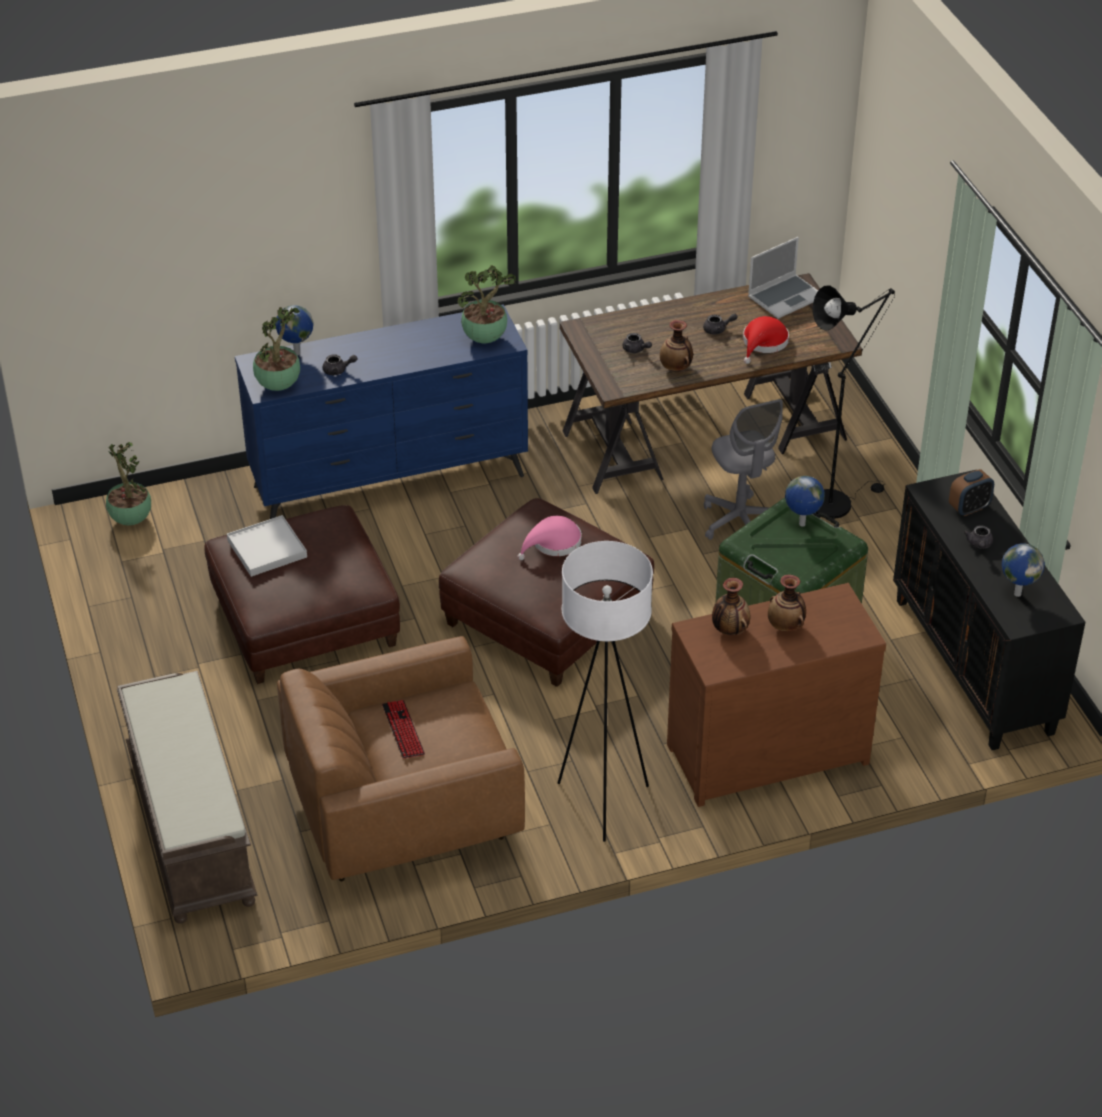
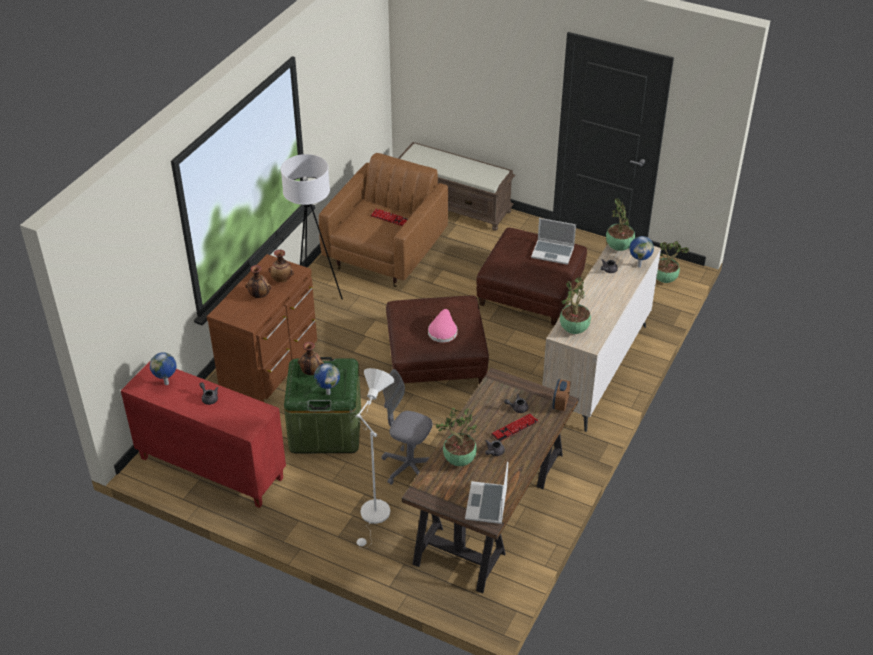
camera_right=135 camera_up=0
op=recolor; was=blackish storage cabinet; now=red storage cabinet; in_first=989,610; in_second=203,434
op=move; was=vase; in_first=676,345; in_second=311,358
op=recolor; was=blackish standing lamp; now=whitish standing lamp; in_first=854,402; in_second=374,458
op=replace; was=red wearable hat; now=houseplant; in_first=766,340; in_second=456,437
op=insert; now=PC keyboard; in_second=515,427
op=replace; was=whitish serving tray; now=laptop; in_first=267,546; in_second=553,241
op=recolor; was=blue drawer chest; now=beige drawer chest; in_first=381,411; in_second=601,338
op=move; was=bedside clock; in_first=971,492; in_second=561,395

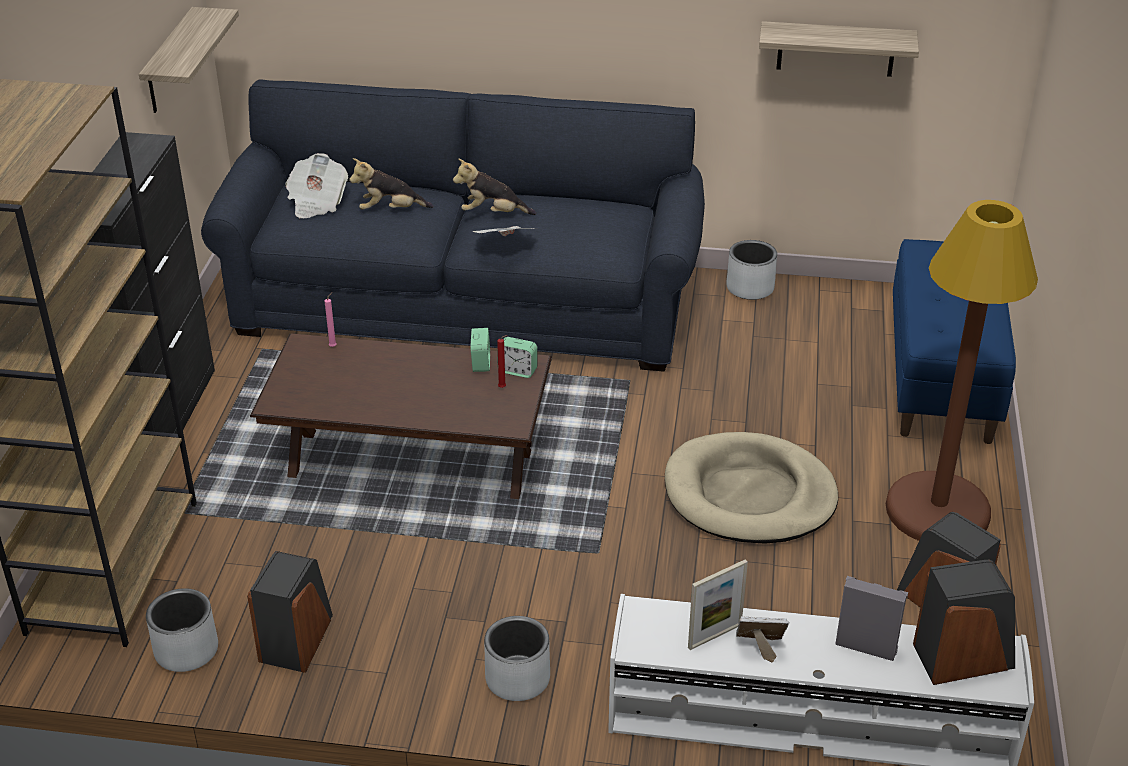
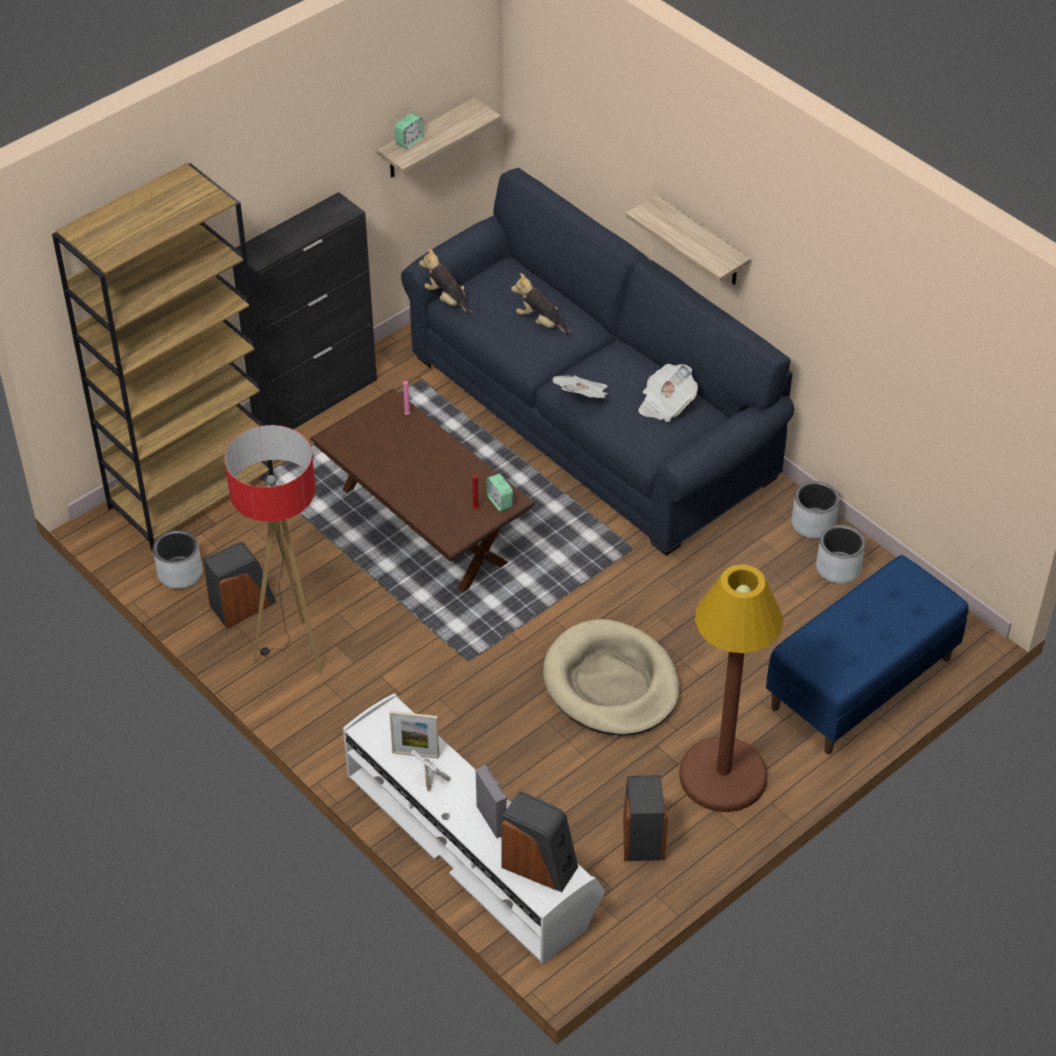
camera_right=40 camera_up=10
op=insert; now=standing lamp; in_second=273,549
op=move; was=bedside clock; in_first=480,350; in_second=409,131
op=move; was=cuddly toy; in_first=494,186; in_second=447,282
op=move; was=bracket shelf; in_first=839,49; in_second=688,240
op=move; was=newspaper; in_first=316,185; in_second=668,393
op=move; was=grey plant pot; in_first=517,658; in_second=840,554

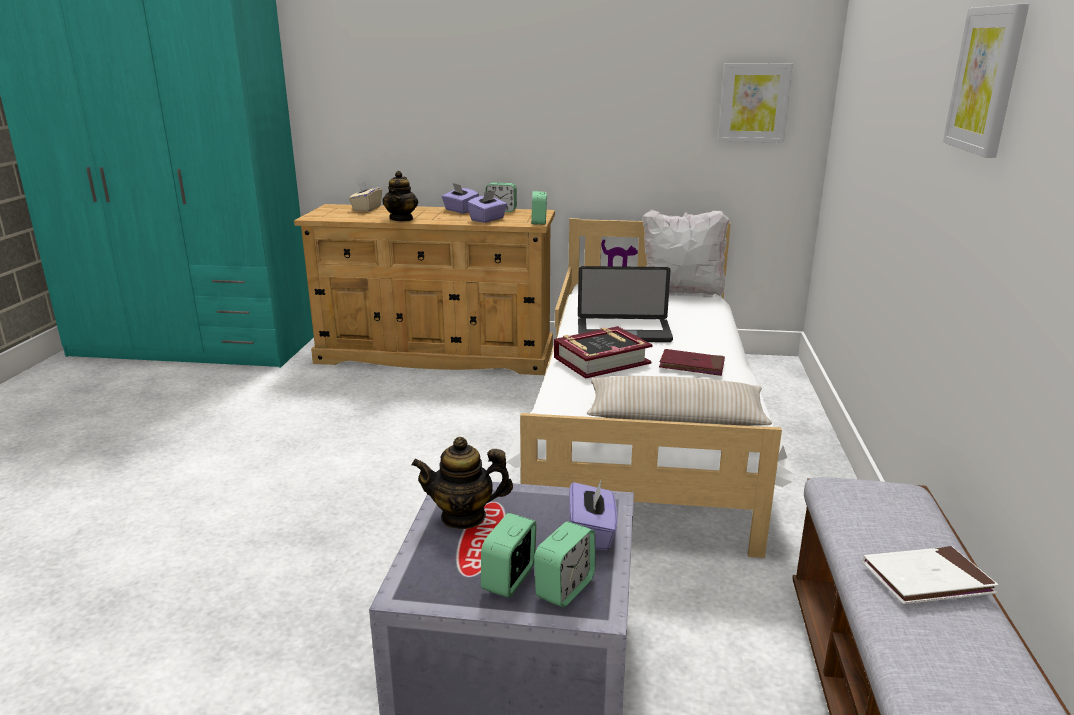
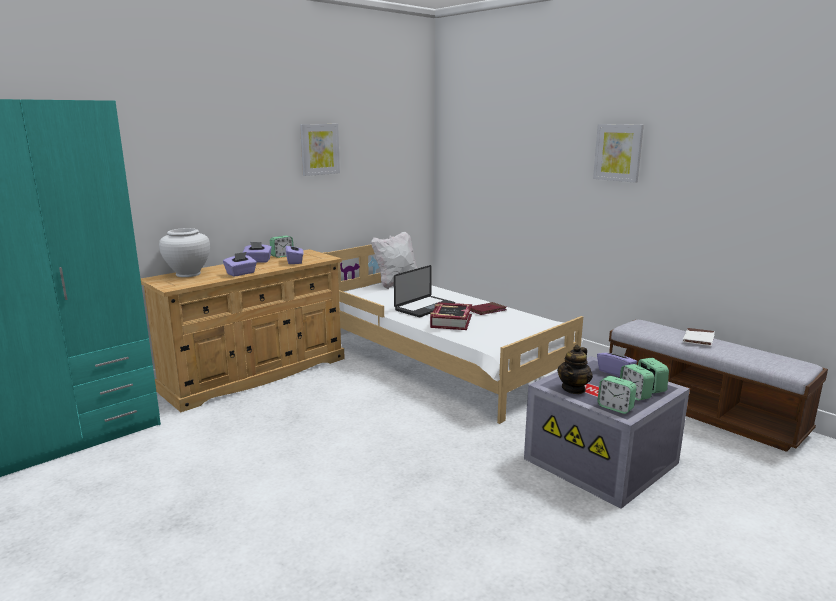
camera_right=-50 camera_up=-5
op=replace; was=beige tissue box; now=whitish vase; in_first=365,196; in_second=184,252
op=replace; was=teapot; now=purple tissue box; in_first=400,196; in_second=240,264
op=move; was=picture; in_first=755,102; in_second=320,150
op=move; was=bedside clock; in_first=539,208; in_second=617,395
op=delete; was=beige cushion; in_first=679,401

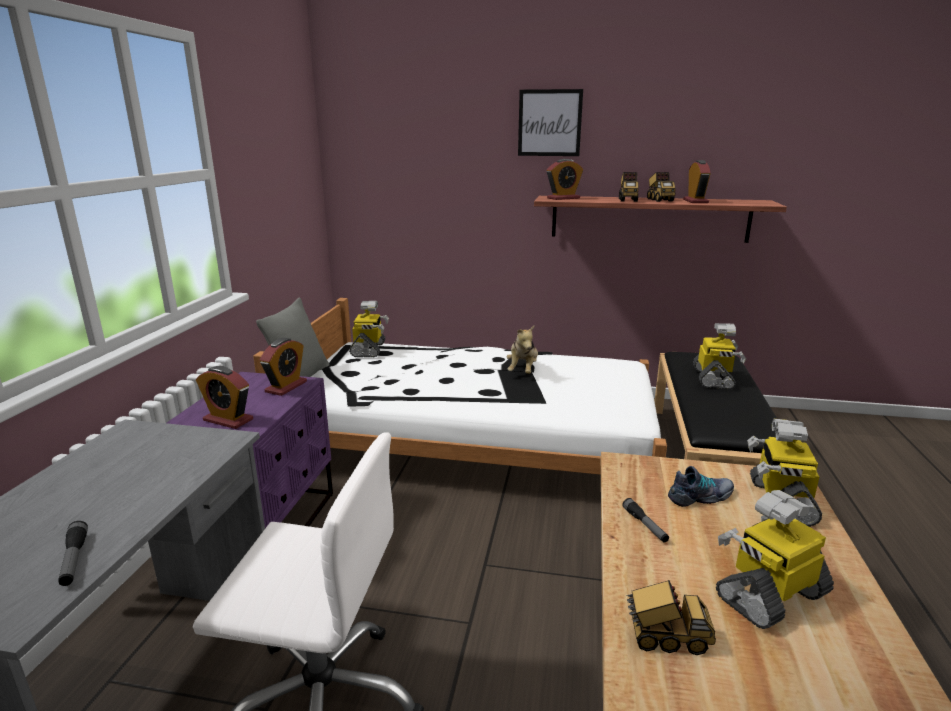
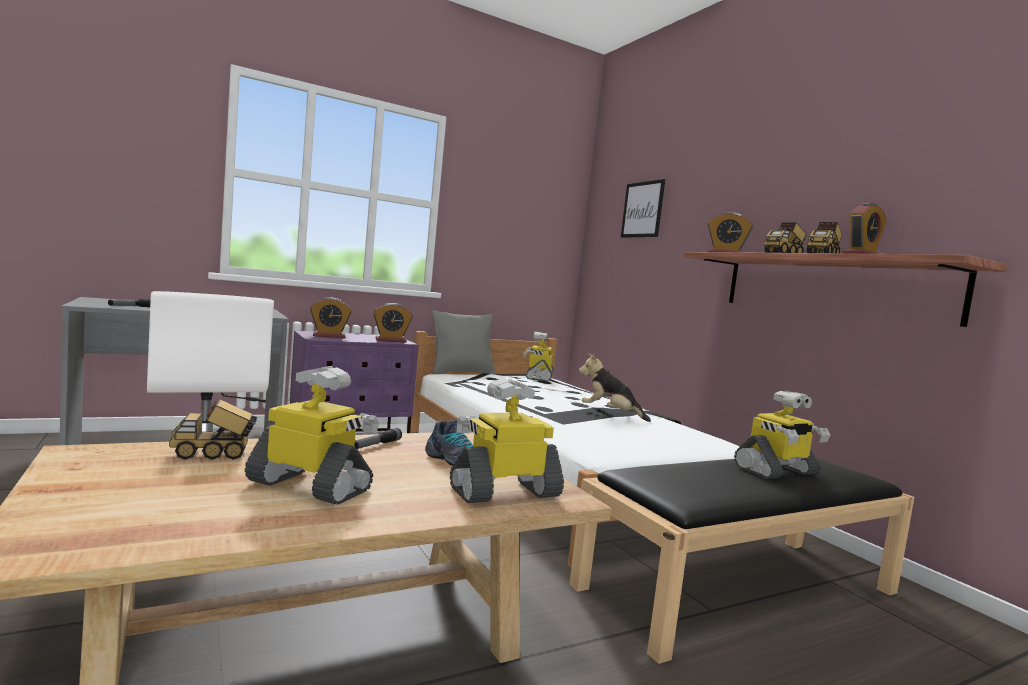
camera_right=50 camera_up=-15
op=rotate; was=model truck; in_first=671,617; in_second=213,429; clockwise=105
op=rotate; was=bedside clock; in_first=224,397; in_second=331,317; clockwise=-90
op=rotate; was=robot figure; in_first=369,329; in_second=538,356; clockwise=135
op=rotate; was=cuddly toy; in_first=522,350; in_second=615,387; clockwise=60
op=move; was=picture; in_first=550,122; in_second=643,208

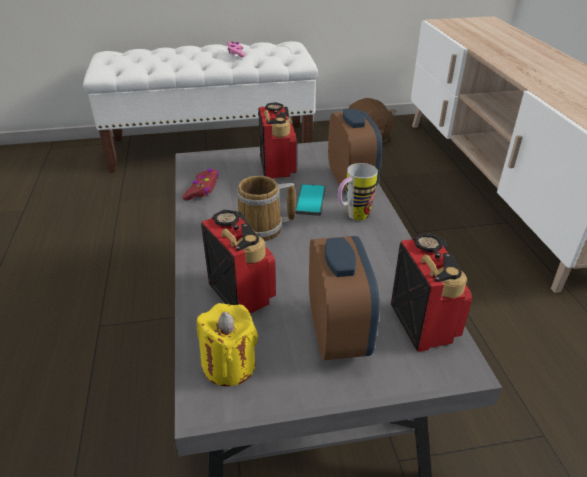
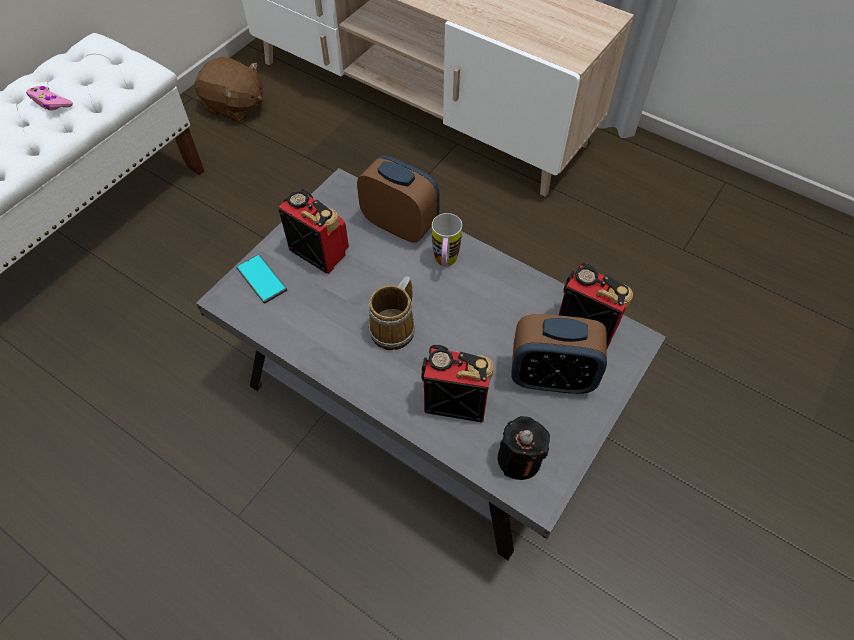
camera_right=-45 camera_up=20
op=move; was=phone; in_first=310,200; in_second=261,279
op=recolor; was=yellow-coloured wax candle; now=blackish wax candle; in_first=227,344; in_second=524,448
op=rotate; was=bedside clock; in_first=344,298; in_second=559,354; clockwise=150
op=delete; was=red game controller; in_first=200,185

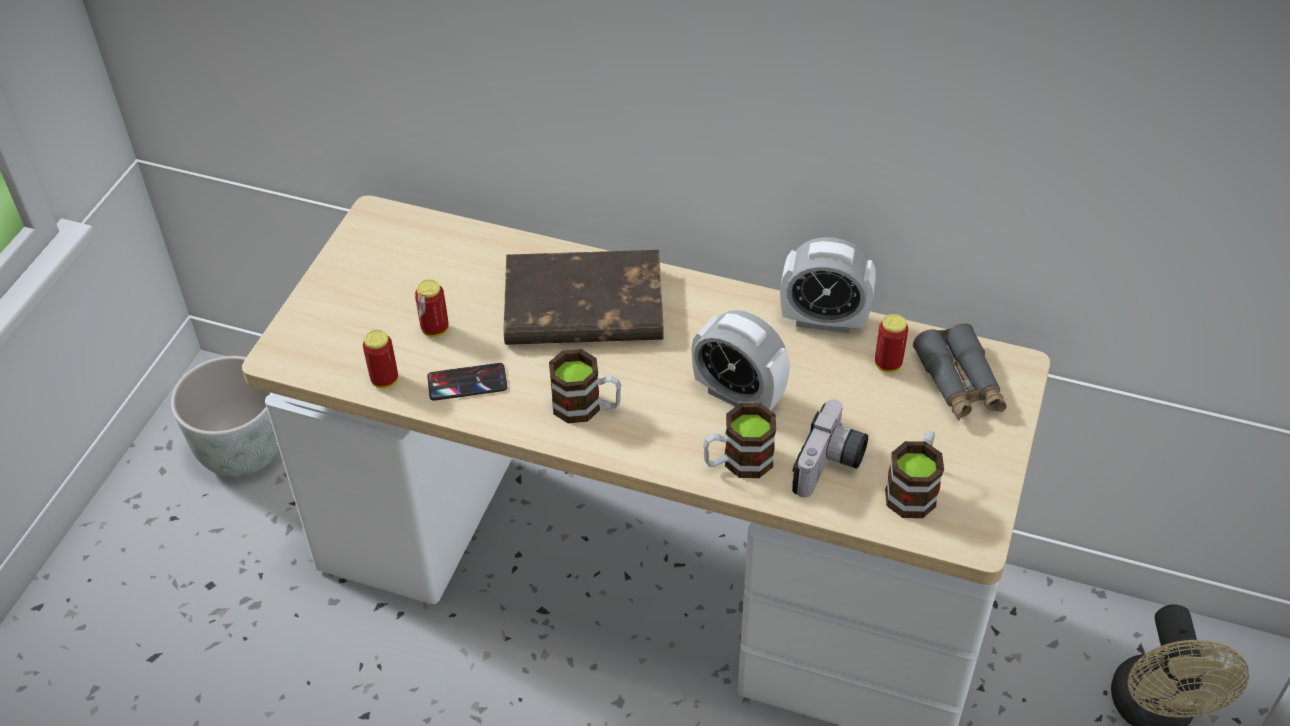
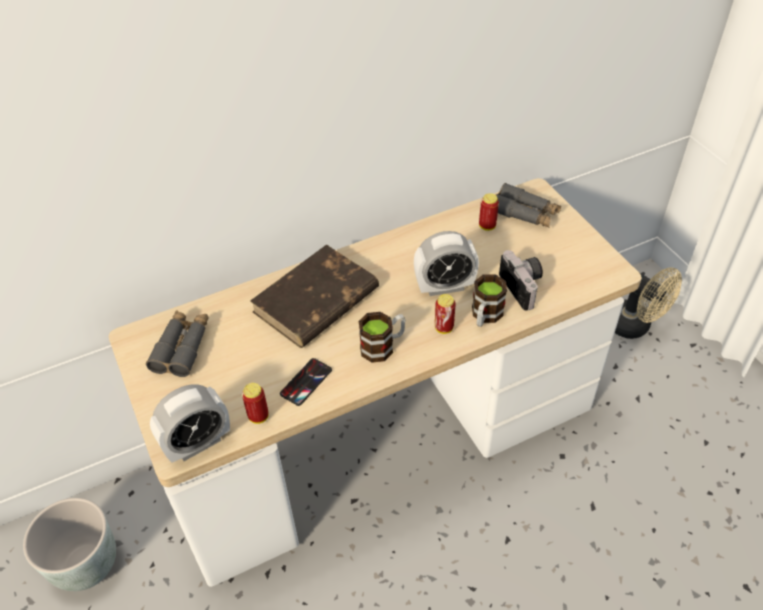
camera_right=-45 camera_up=0
op=insert; now=grey binoculars; in_second=177,343
op=move; was=bedside clock; in_first=828,285; in_second=190,423
op=move; was=can; in_first=432,308; in_second=445,314
op=delete; was=mug; in_first=914,474

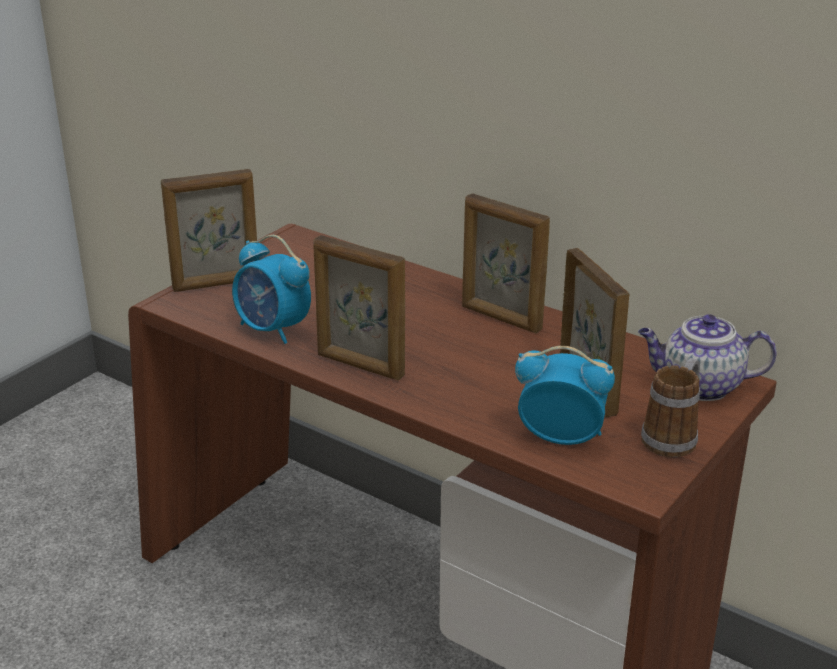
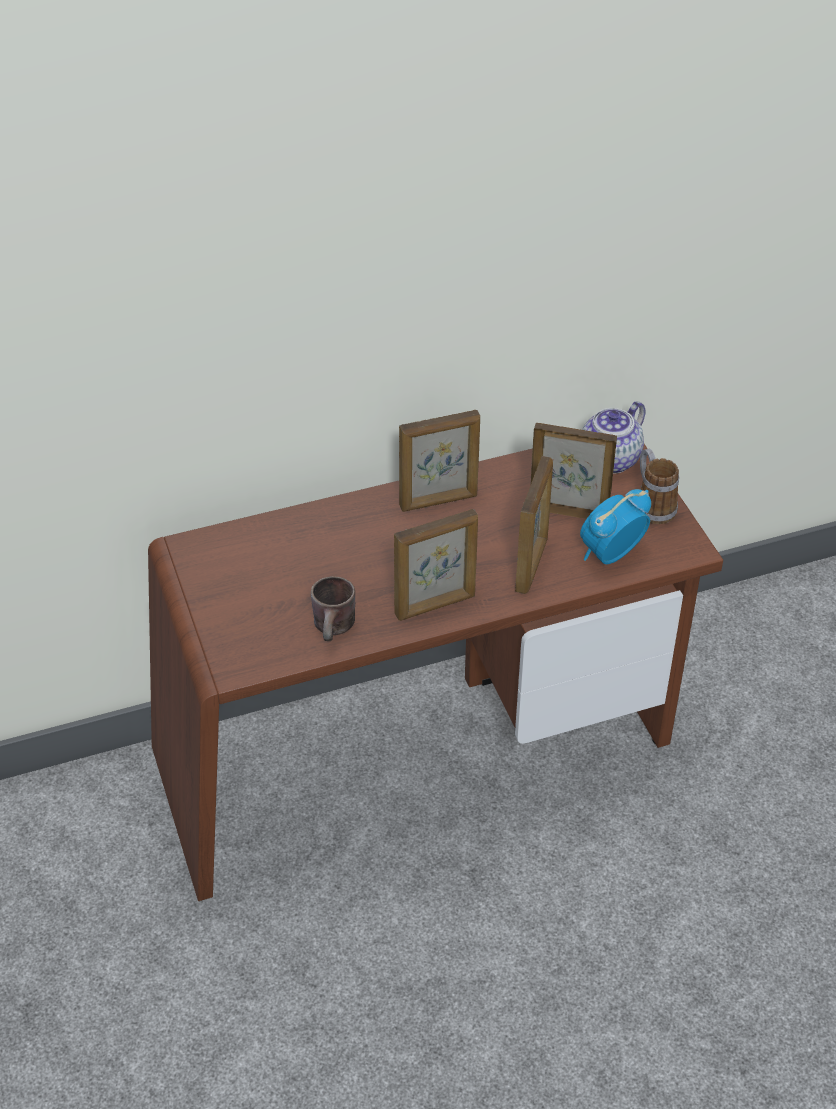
camera_right=-55 camera_up=15
op=replace; was=bedside clock; now=brownish mug; in_first=271,289; in_second=333,609
op=move; was=standing frame; in_first=209,230; in_second=534,525

